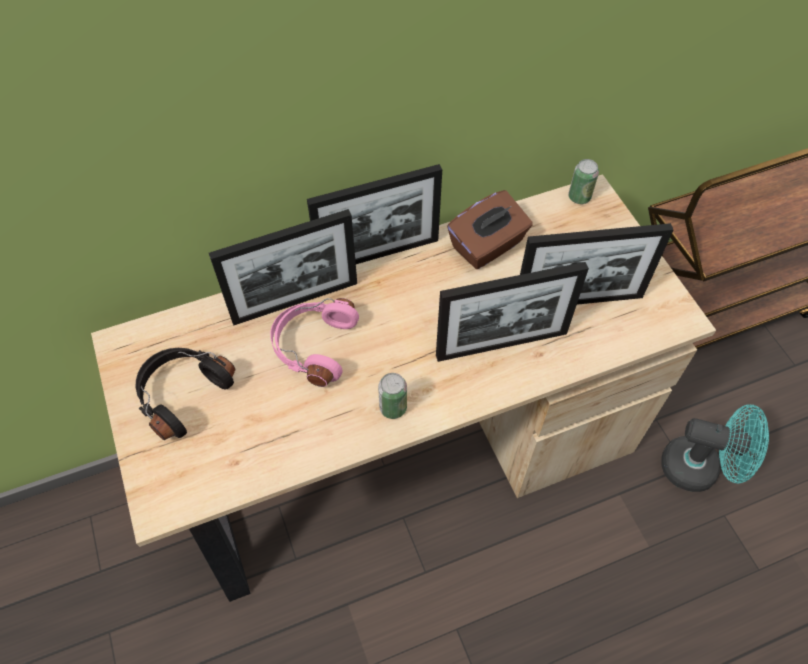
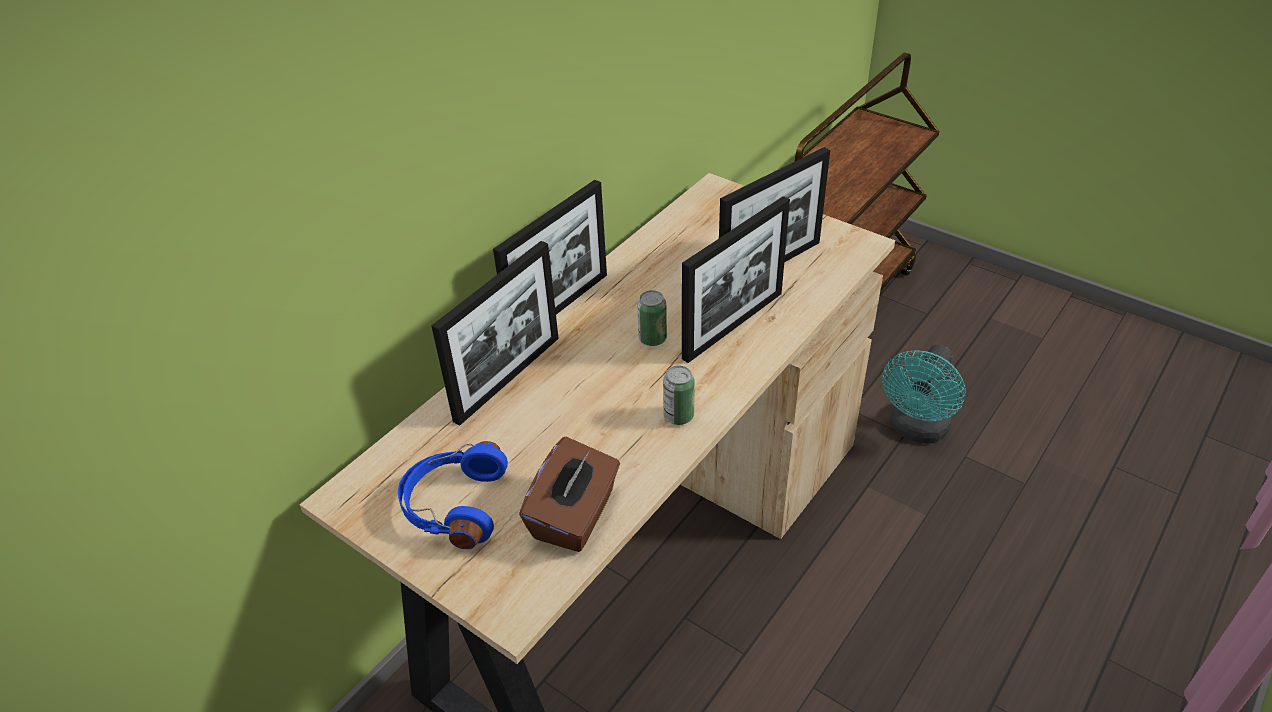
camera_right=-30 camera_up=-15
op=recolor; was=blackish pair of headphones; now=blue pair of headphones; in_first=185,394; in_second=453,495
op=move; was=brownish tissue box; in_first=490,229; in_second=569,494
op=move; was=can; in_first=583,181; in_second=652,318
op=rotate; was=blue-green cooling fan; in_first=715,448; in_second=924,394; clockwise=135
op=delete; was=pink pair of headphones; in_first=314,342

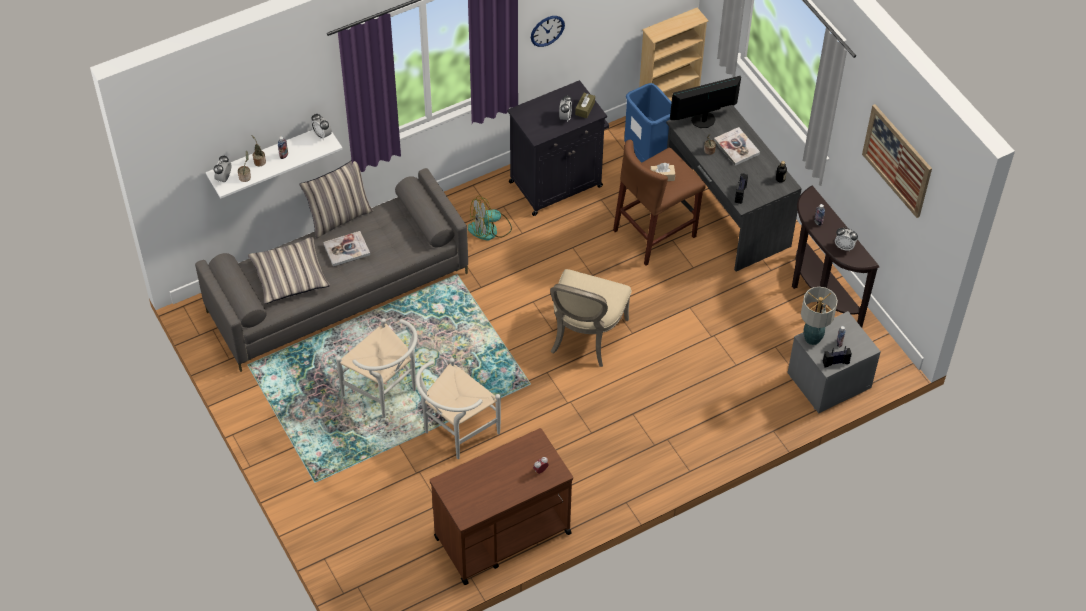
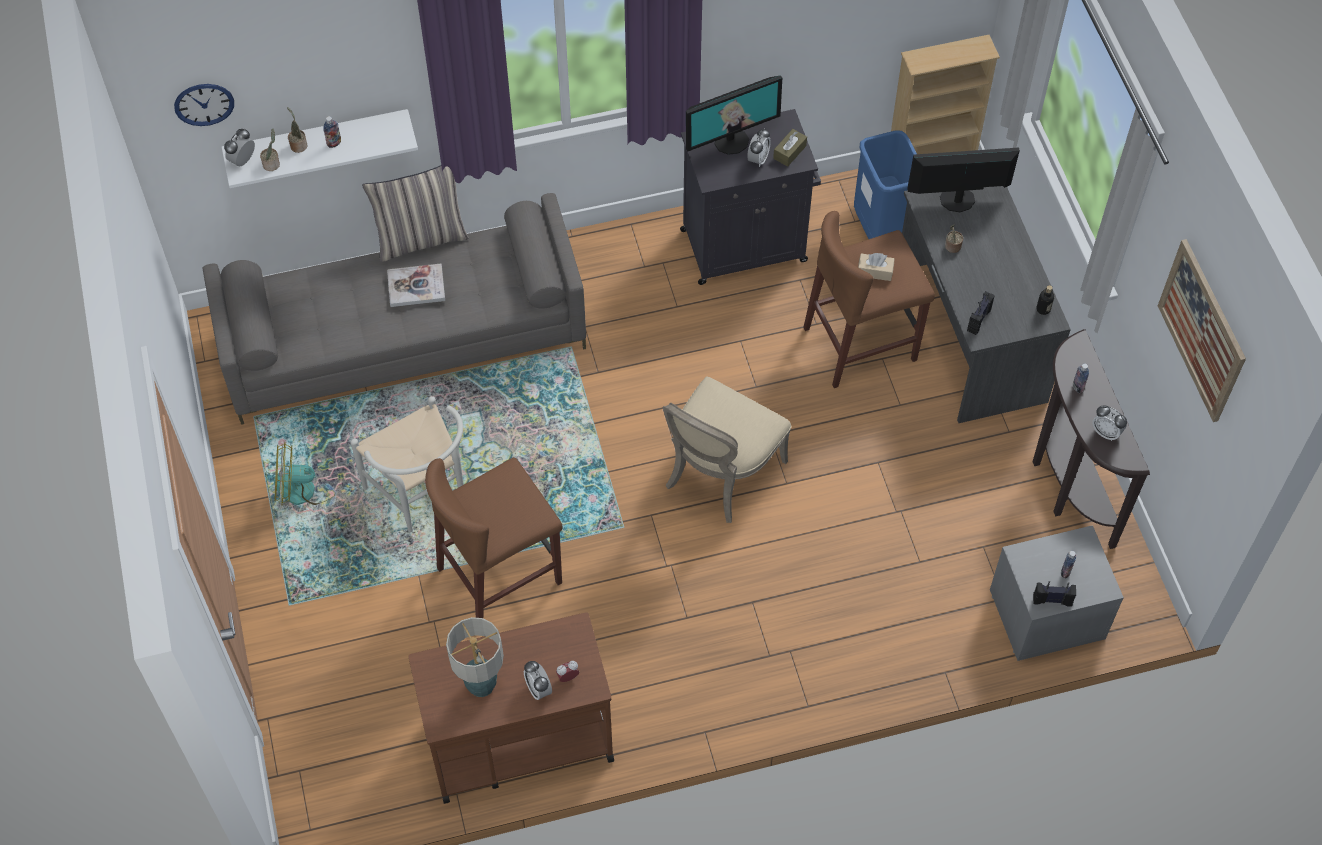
camera_right=15 camera_up=5
op=move; was=clock on the wall; in_first=548,31; in_second=204,105
op=move; was=cooling fan; in_first=490,218; in_second=305,473
op=replace; was=whitish upright chair; now=brownish stool seat; in_first=458,408; in_second=493,538
op=move; was=lamp for a table; in_first=819,316; in_second=475,657
op=move; was=bedside clock; in_first=321,127; in_second=538,680
op=insert; now=computer display; in_second=734,115
op=delete; was=cushion; in_first=289,270
op=delete; was=volume; in_first=737,146

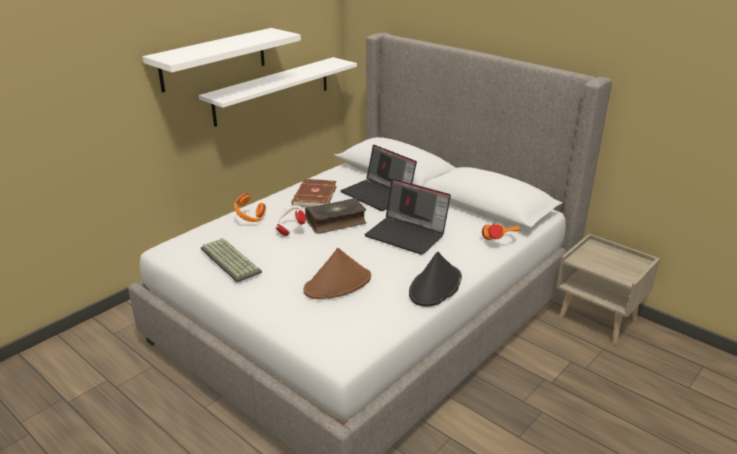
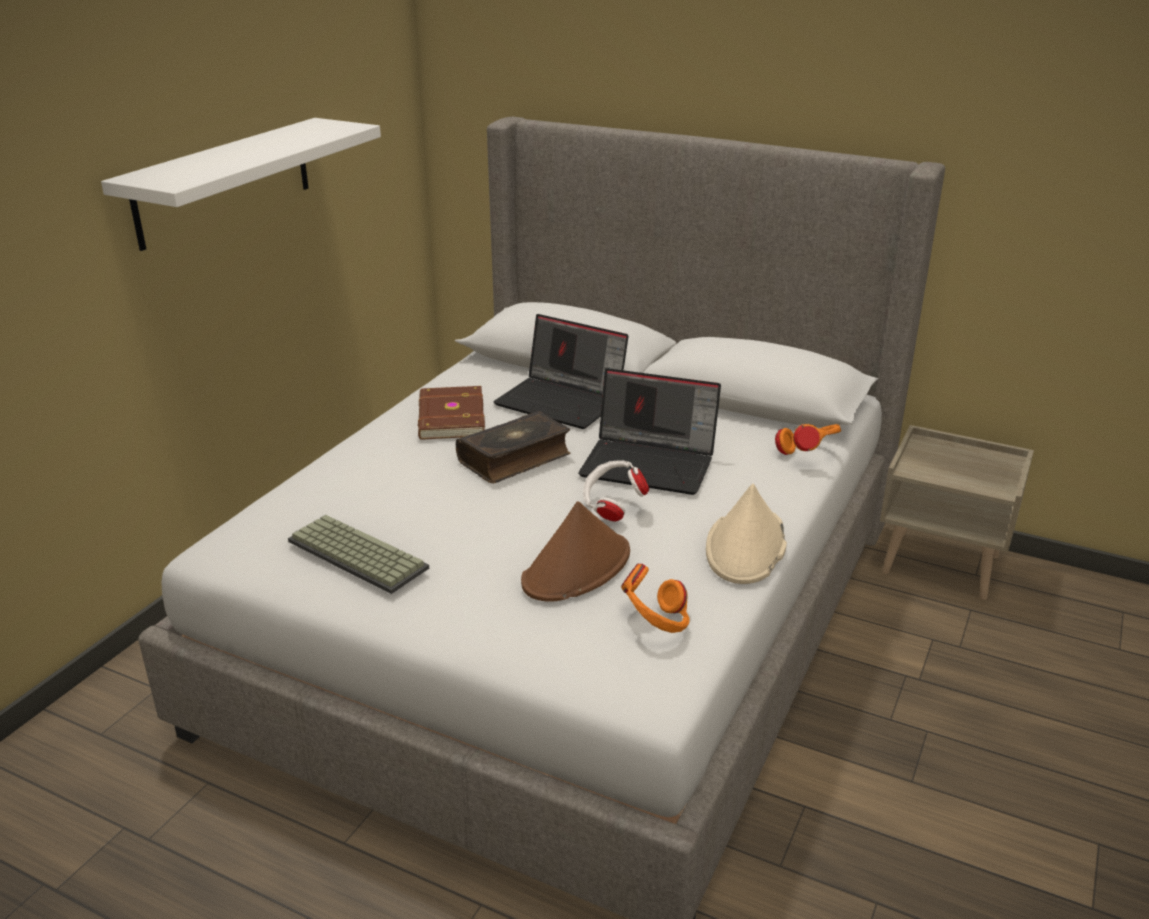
camera_right=-15 camera_up=0
op=move; was=whitish pair of headphones; in_first=290,221; in_second=616,490
op=move; was=orange-coloured pair of headphones; in_first=250,207; in_second=655,598
op=recolor; was=blackish wearable hat; now=beige wearable hat; in_first=435,279; in_second=746,534
op=delete; was=whitish bracket shelf; in_first=278,92

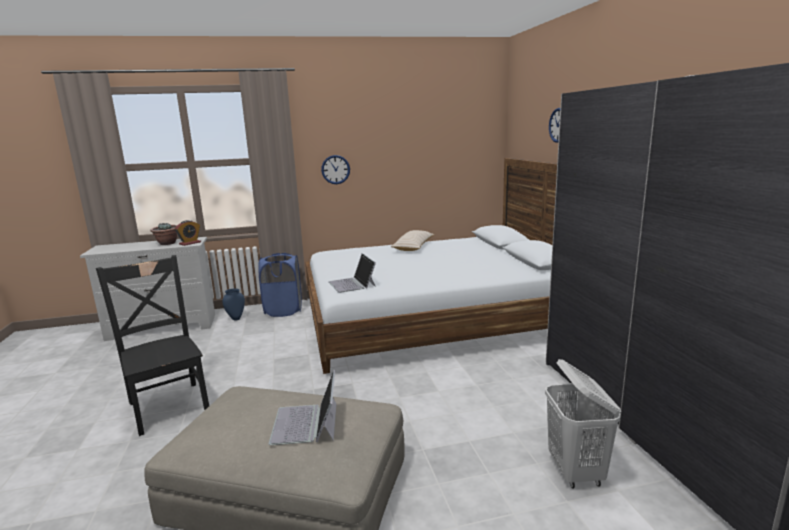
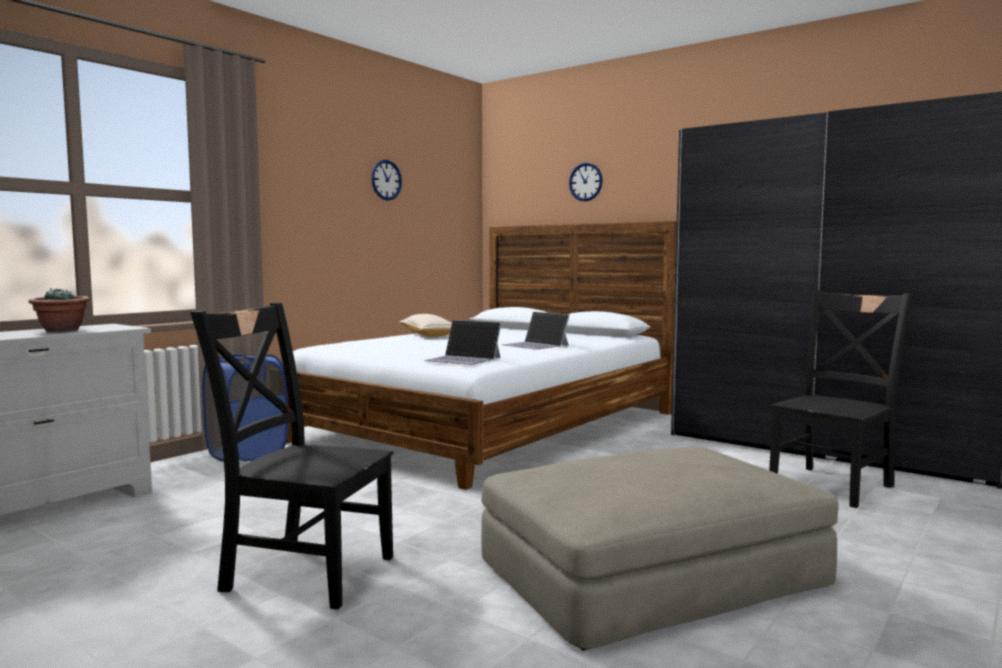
camera_right=-40 camera_up=-10
op=move; was=clock on the wall; in_first=335,169; in_second=386,180
op=move; was=laptop; in_first=303,407; in_second=536,331
op=replace; was=whitish laundry basket; now=blackish upright chair; in_first=583,424; in_second=841,399
op=delete; was=bedside clock; in_first=188,233
op=delete; was=blue vase; in_first=233,305

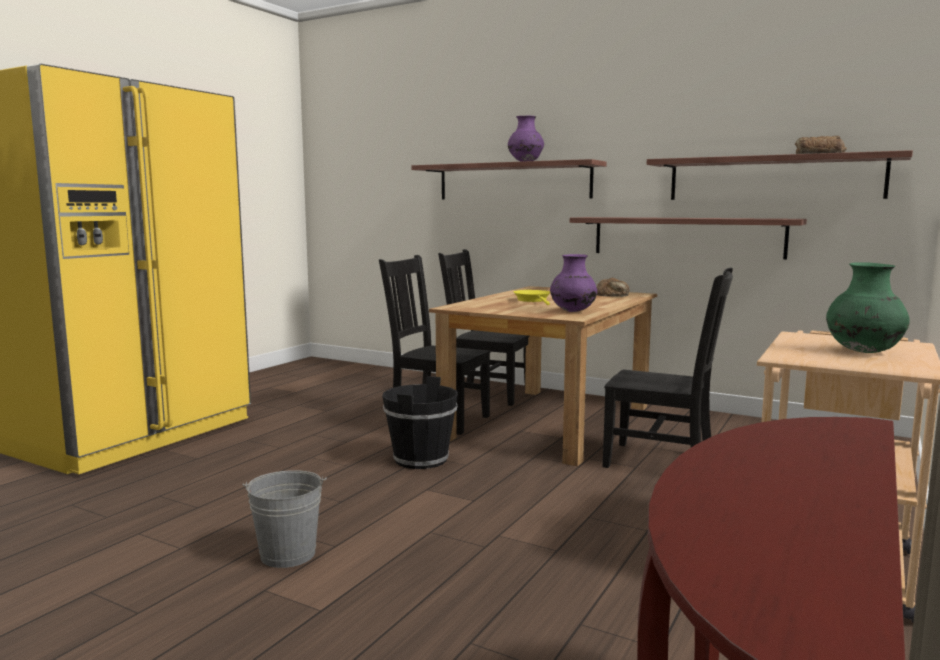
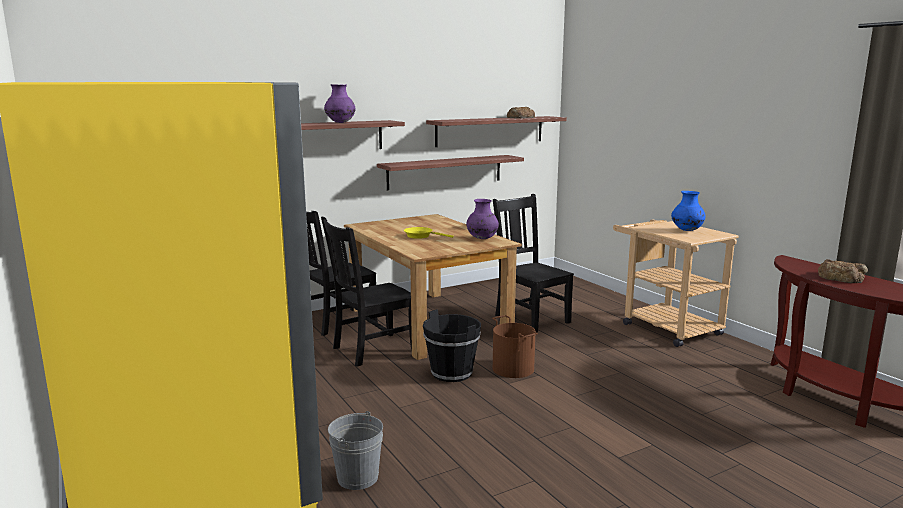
camera_right=-60 camera_up=5
op=move; was=grey water bucket; in_first=284,519; in_second=355,450
op=insert; now=brownish water bucket; in_second=515,346
op=rotate; was=blackish upright chair; in_first=667,368; in_second=533,263; clockwise=-90
op=recolor; was=green-coloured vase; now=blue vase; in_first=868,307; in_second=688,211
op=move; was=bread; in_first=613,287; in_second=843,271

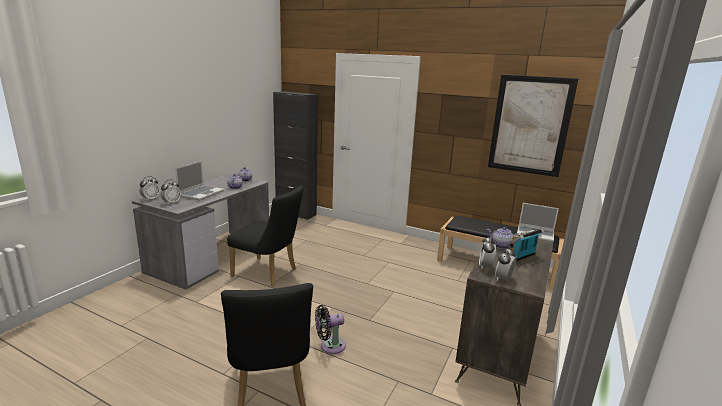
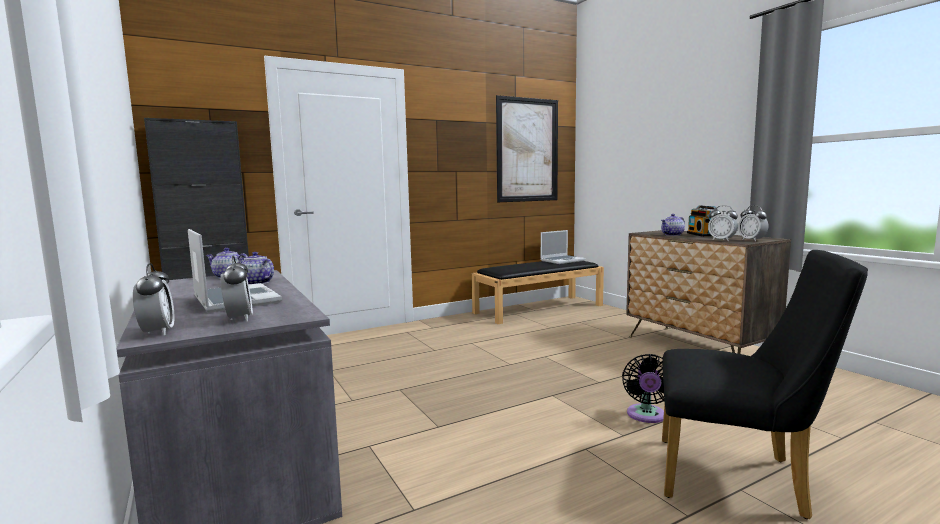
camera_right=-55 camera_up=-10
op=delete; was=blackish upright chair; in_first=265,236

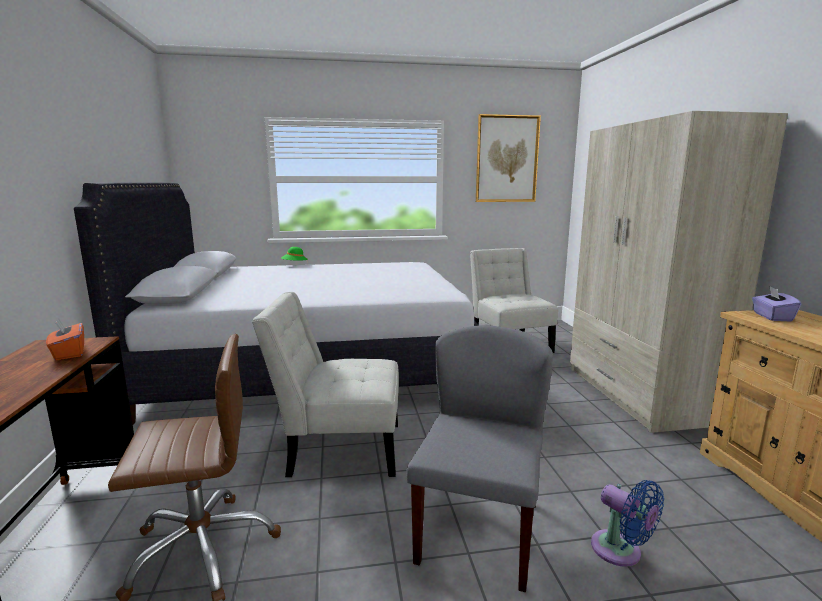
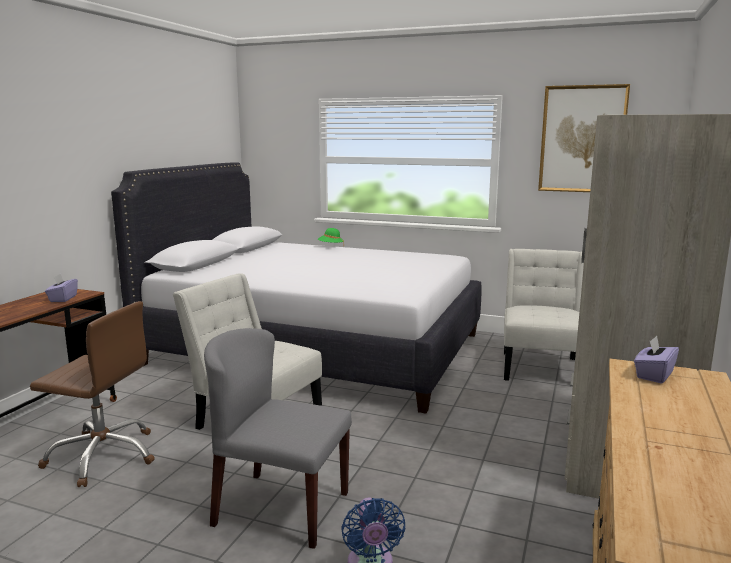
camera_right=30 camera_up=0
op=recolor; was=orange-coloured tissue box; now=purple tissue box; in_first=65,339; in_second=61,288
op=rotate; was=grey upright chair; in_first=479,458; in_second=278,438; clockwise=-120

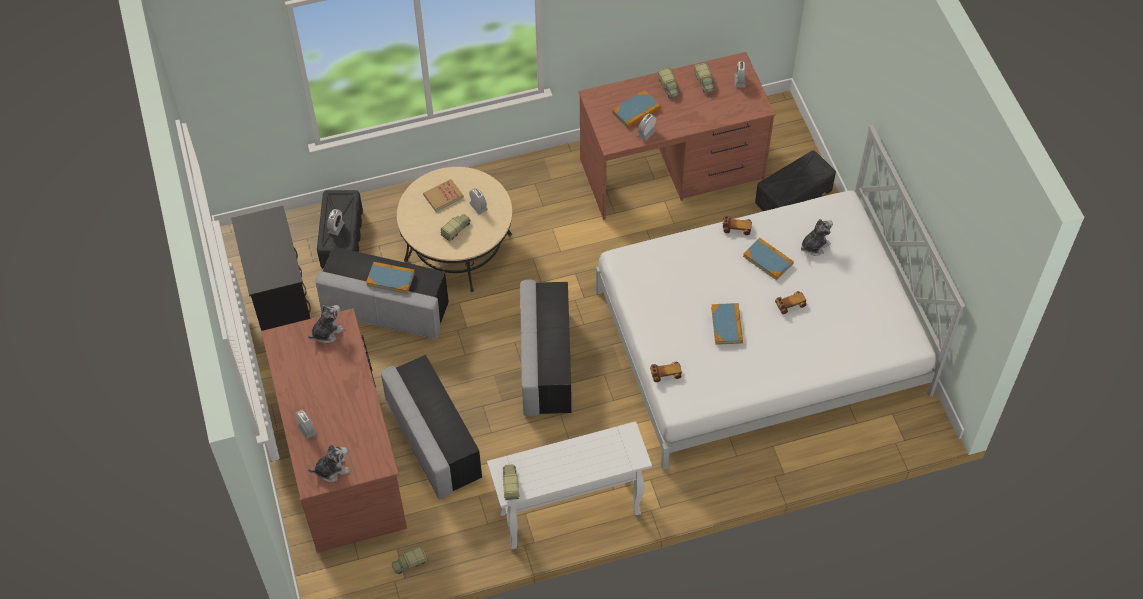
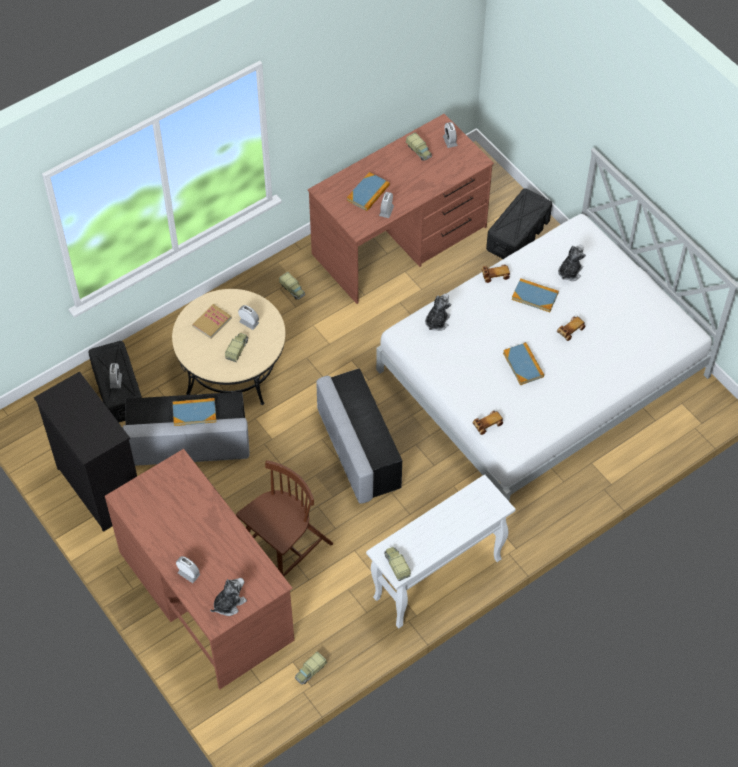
camera_right=-20 camera_up=0
op=replace; was=grey ottoman; now=brownish upright chair; in_first=431,427; in_second=284,518
op=move; was=model truck; in_first=668,82; in_second=292,286
op=move; was=cuddly toy; in_first=326,324; in_second=438,312

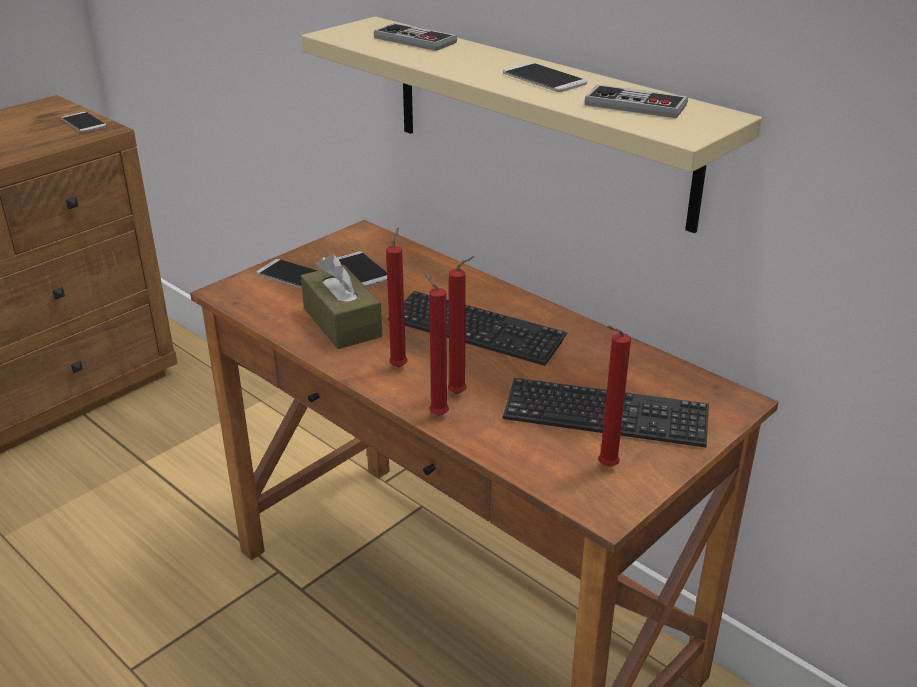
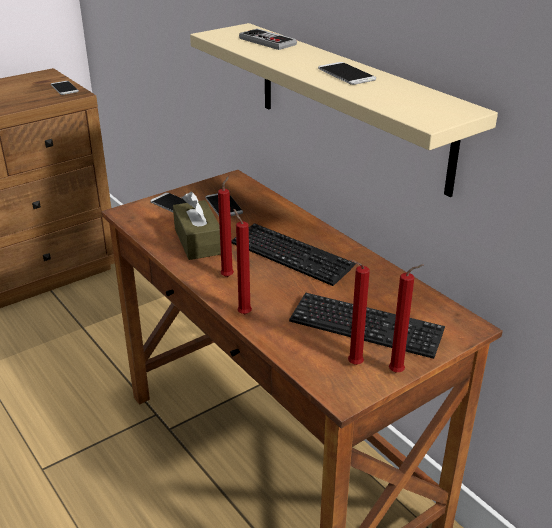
camera_right=10 camera_up=0
op=move; was=red wax candle; in_first=461,325; in_second=406,318
op=delete; was=game controller; in_first=636,101

